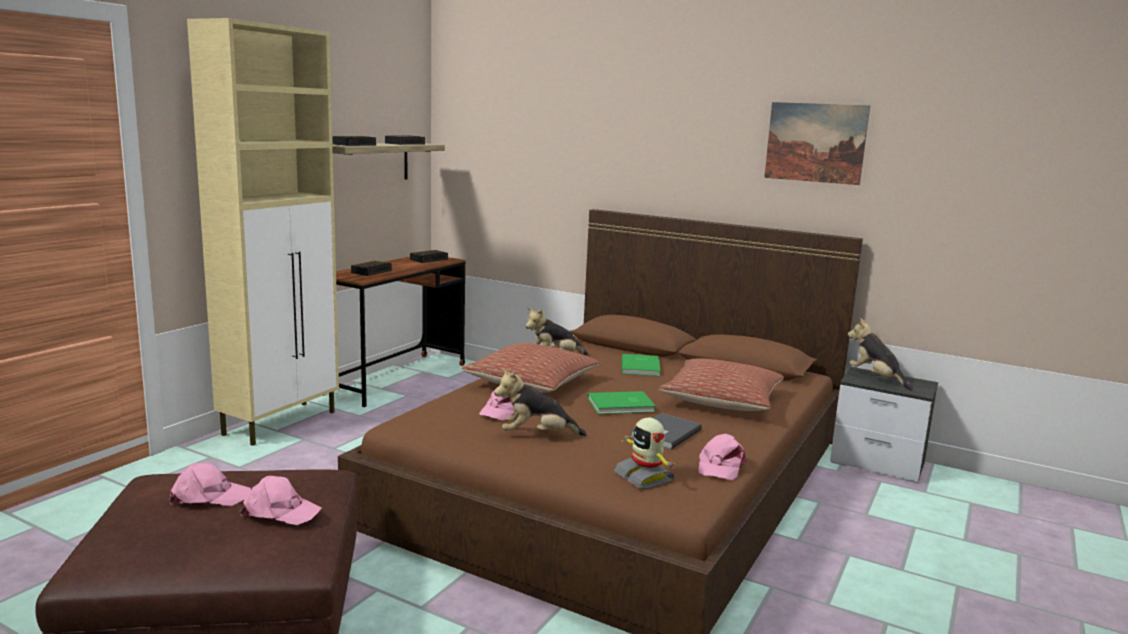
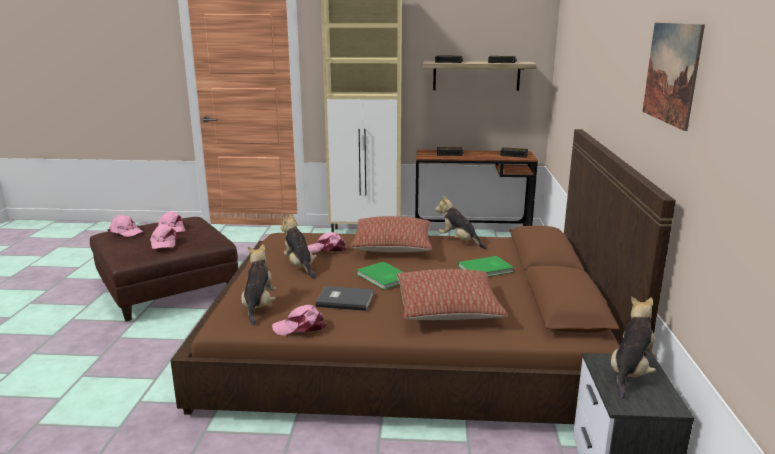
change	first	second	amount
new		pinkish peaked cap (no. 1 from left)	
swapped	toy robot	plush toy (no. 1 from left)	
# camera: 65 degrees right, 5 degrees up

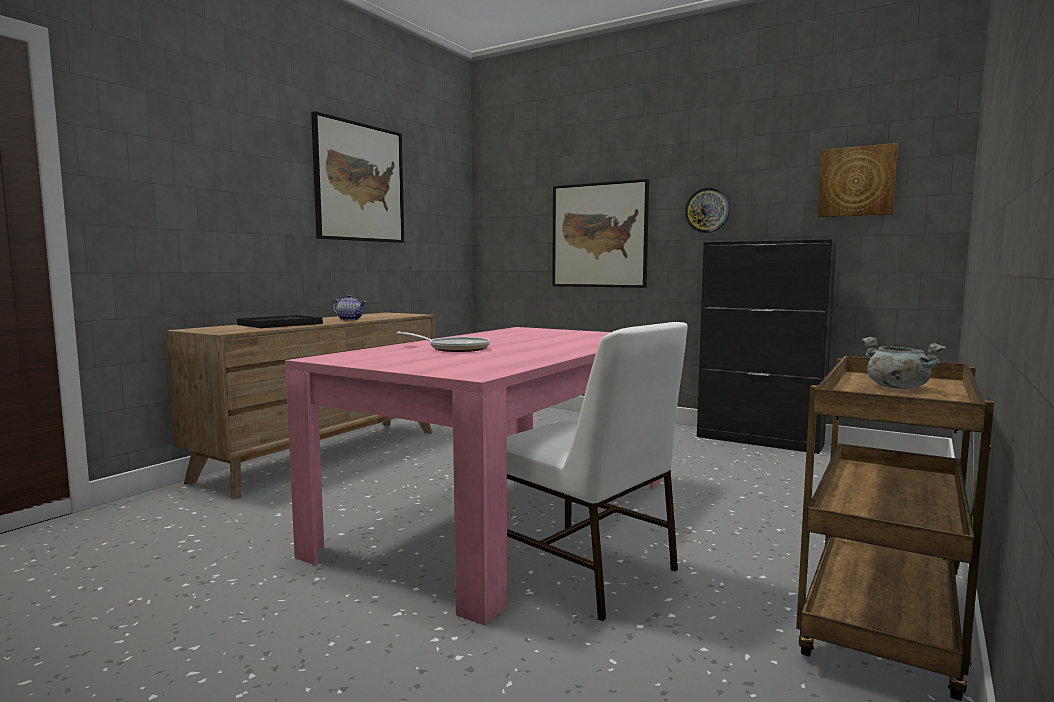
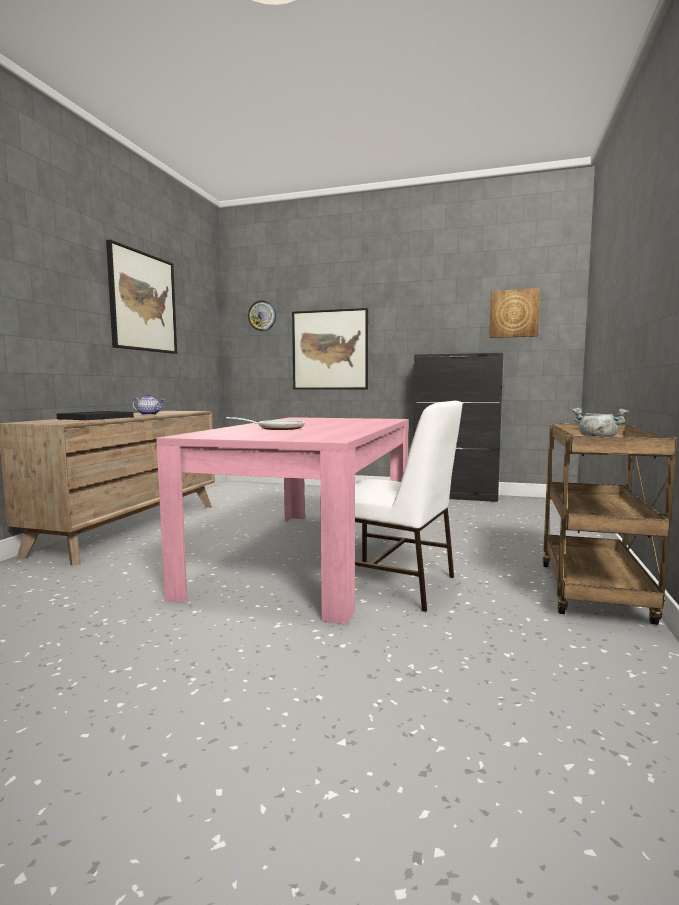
change	first	second	amount
shifted	clock on the wall		
# camera: 15 degrees left, 0 degrees up

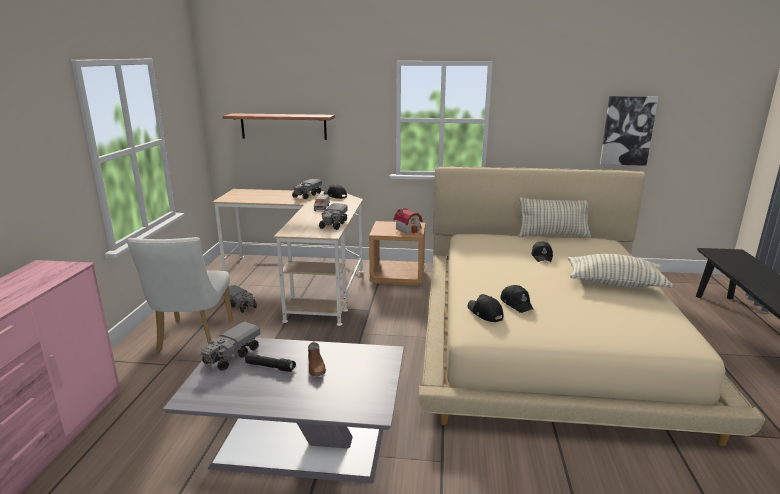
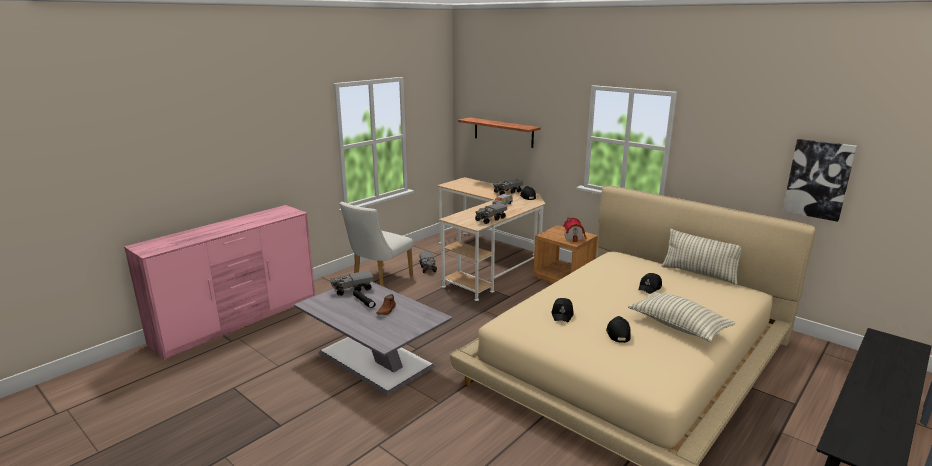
change	first	second	amount
shifted	black-coloured peaked cap (no. 2 from left in the first image)	black-coloured peaked cap (no. 3 from left)	
# camera: 35 degrees right, 0 degrees up

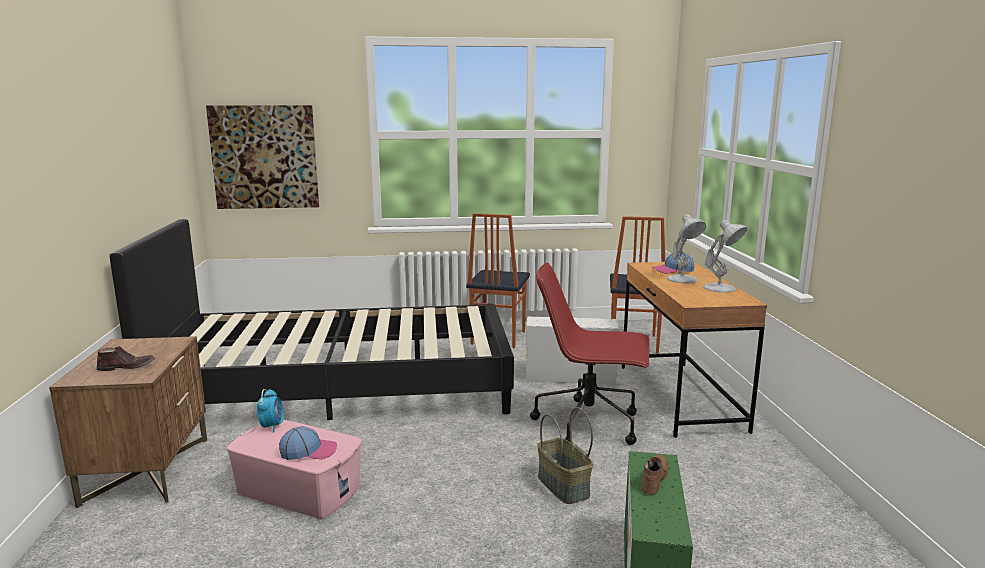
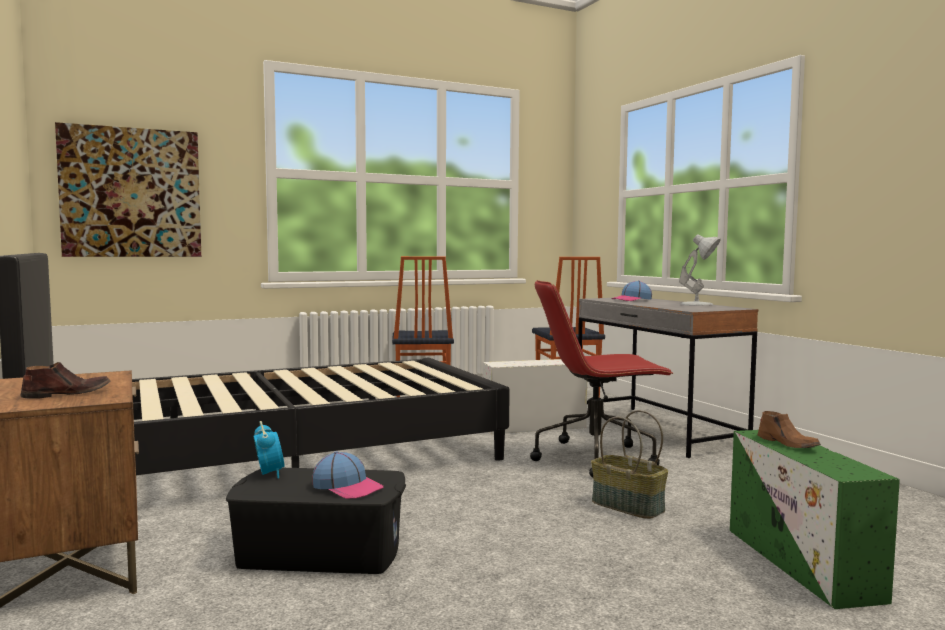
change	first	second	amount
gone	white lamp for a table (no. 1 from left)		
repainted	pinkish storage bin	black-coloured storage bin	
repainted	brownish desk	grey desk	
rotated	peaked cap (no. 1 from left)		60 degrees clockwise
rotated	brownish shoe (no. 2 from left)		150 degrees clockwise
# camera: 20 degrees left, 10 degrees down

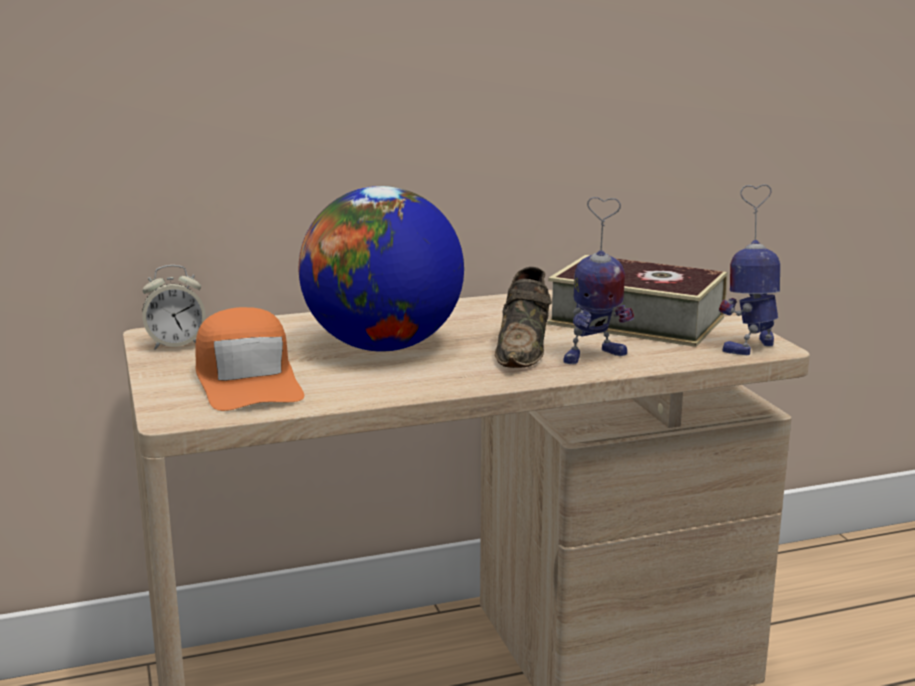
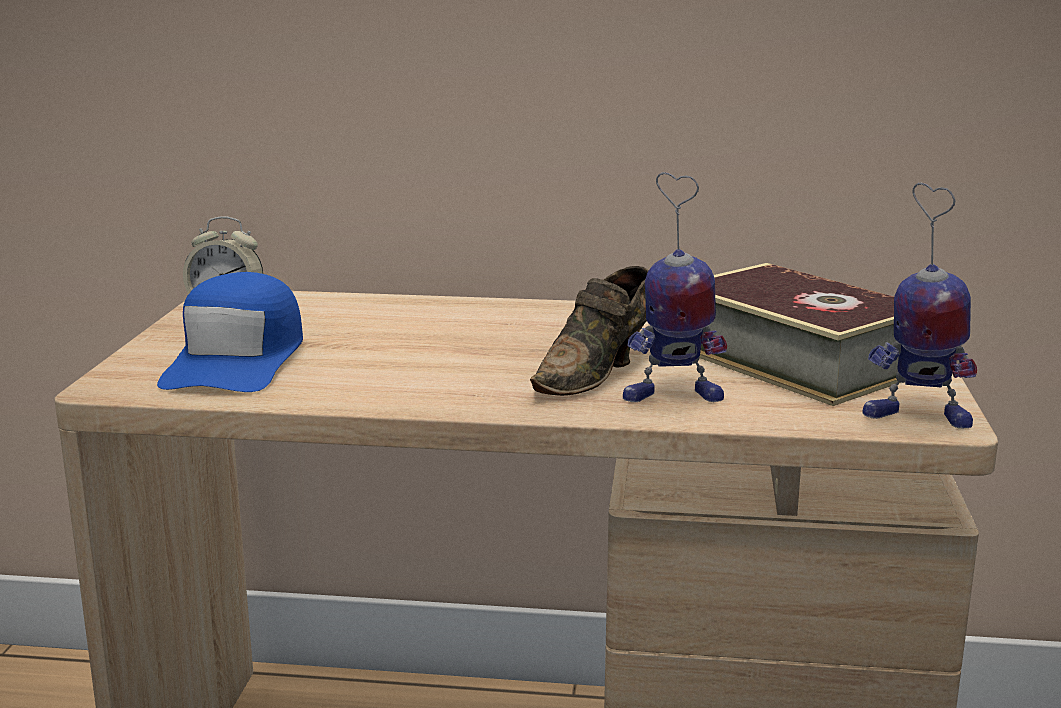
change	first	second	amount
gone	world globe		
repainted	orange-coloured peaked cap	bluish peaked cap	
rotated	toy robot (no. 2 from left)		150 degrees counterclockwise
# camera: 25 degrees right, 0 degrees up

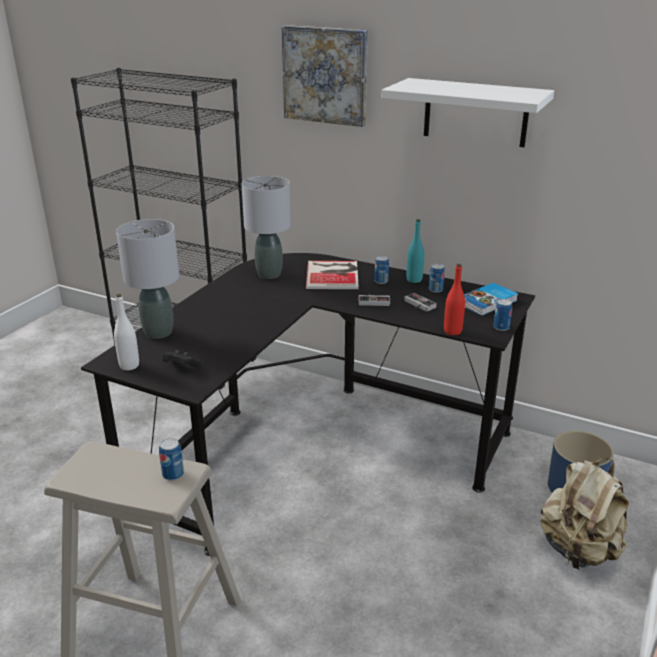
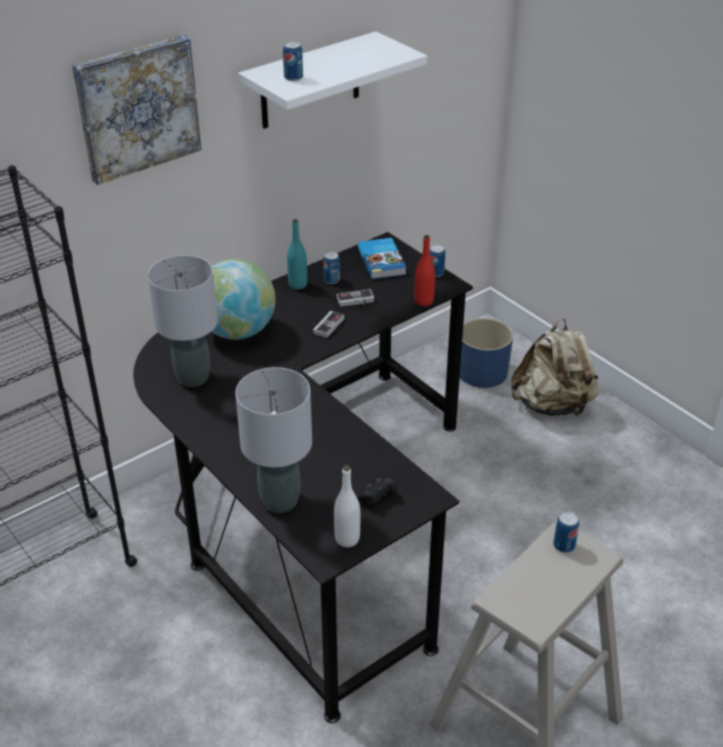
change	first	second	amount
shifted	sealed can (no. 2 from left in the first image)	sealed can (no. 1 from left)	
swapped	bound book (no. 1 from left)	world globe	
# camera: 65 degrees left, 10 degrees up

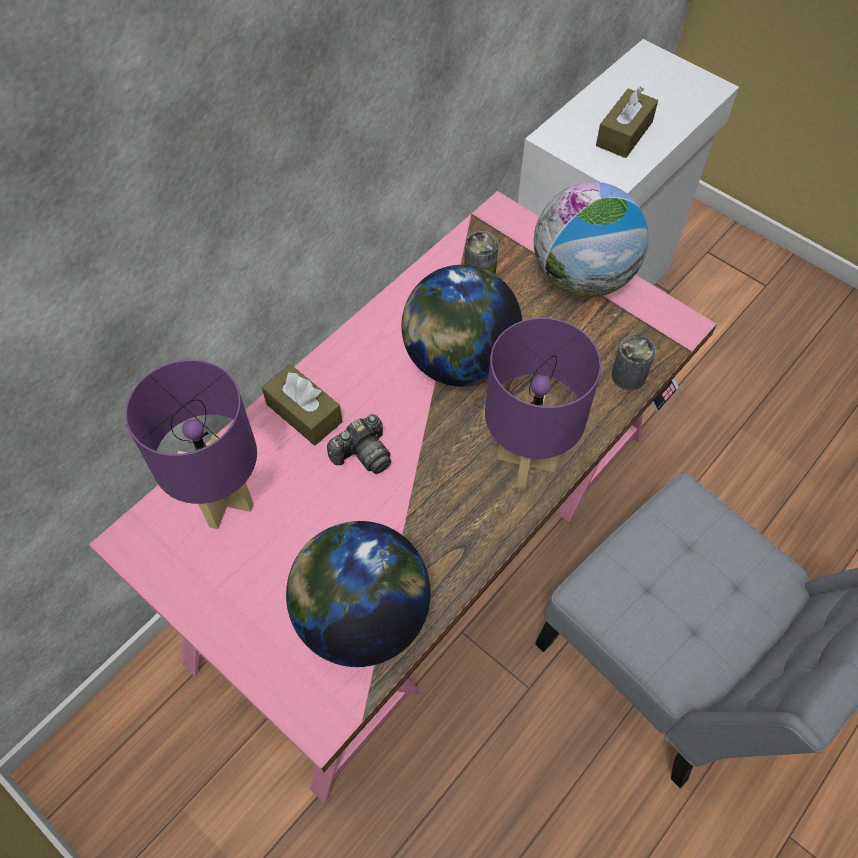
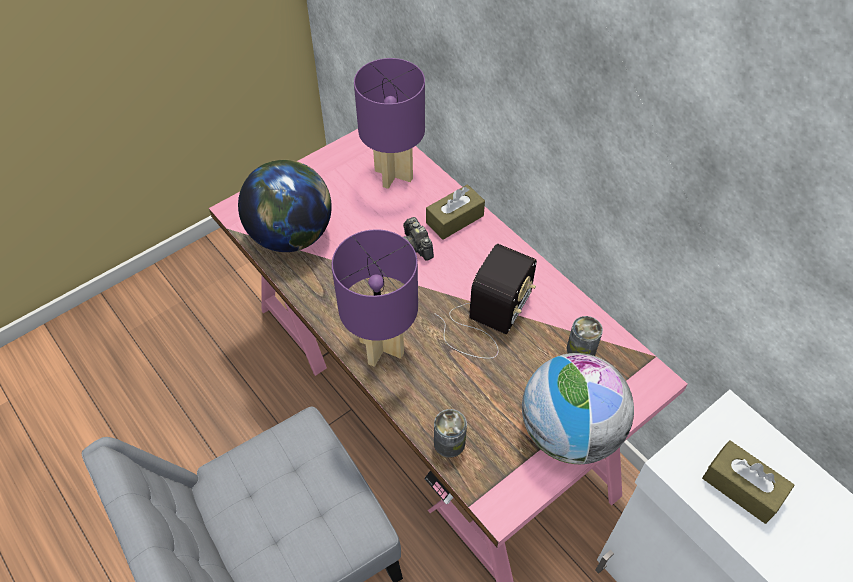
change	first	second	amount
swapped	world globe (no. 2 from left)	radio	
# camera: 100 degrees right, 5 degrees down

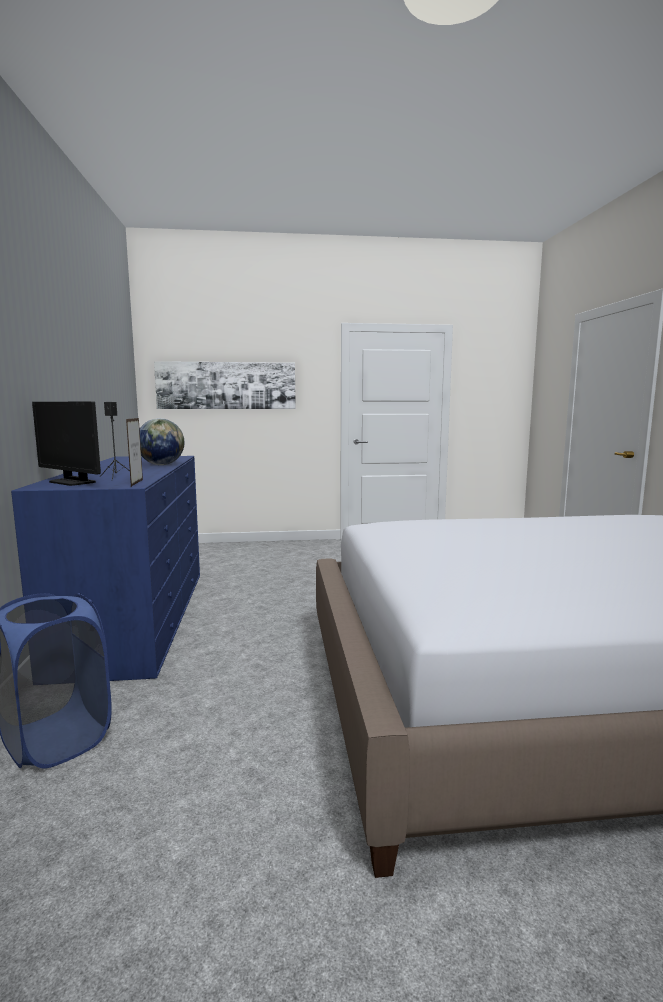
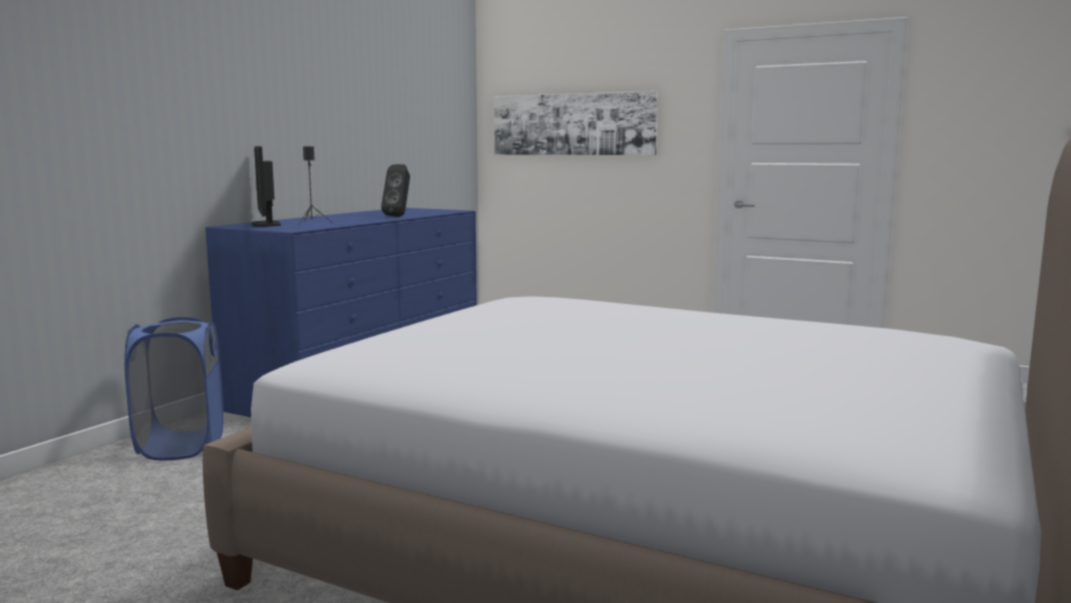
change	first	second	amount
gone	standing frame		
swapped	world globe	black-coloured loudspeaker (no. 2 from left)	
# camera: 35 degrees right, 0 degrees up

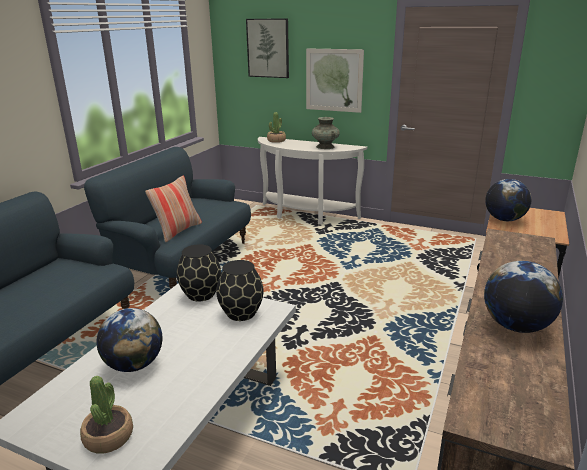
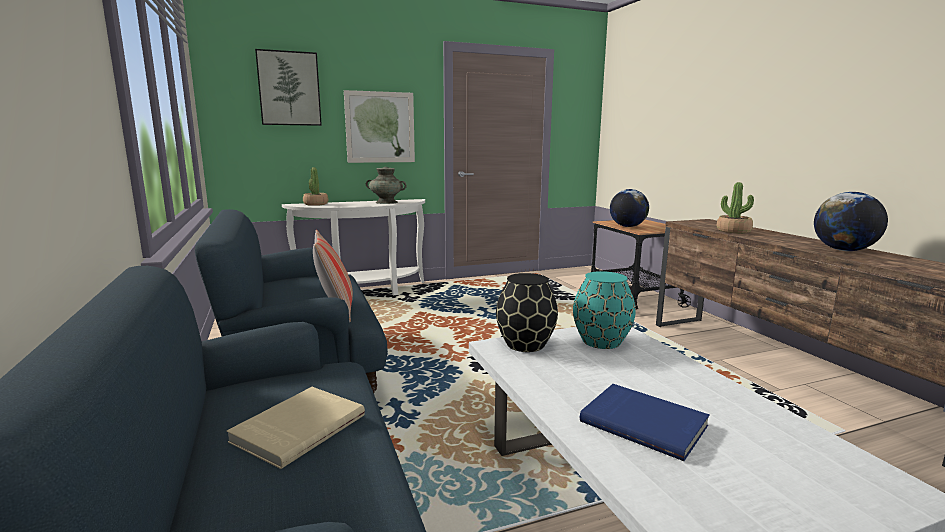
change	first	second	amount
new		beige-coloured bound book	
shifted	houseplant (no. 1 from left in the first image)	houseplant (no. 2 from left)	
swapped	world globe (no. 1 from left)	bluish bound book	
repainted	black-coloured decorative vase (no. 2 from left)	turquoise decorative vase (no. 2 from left)	
# camera: 45 degrees left, 10 degrees down

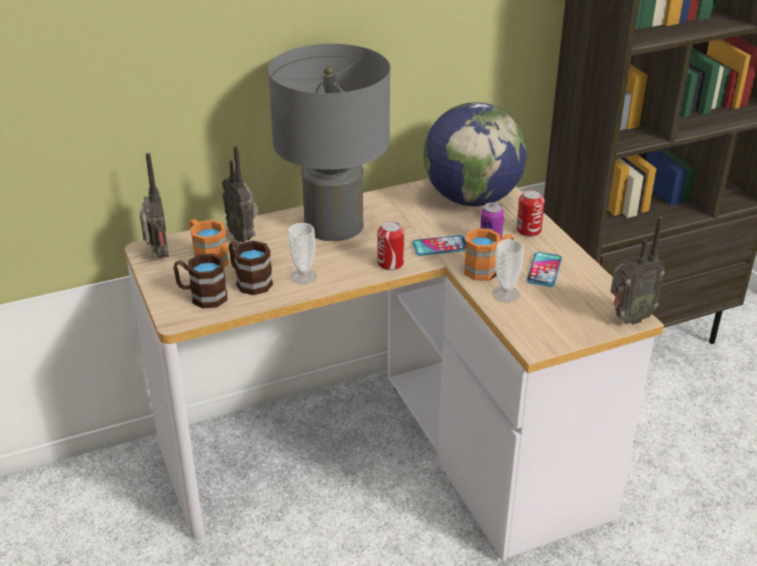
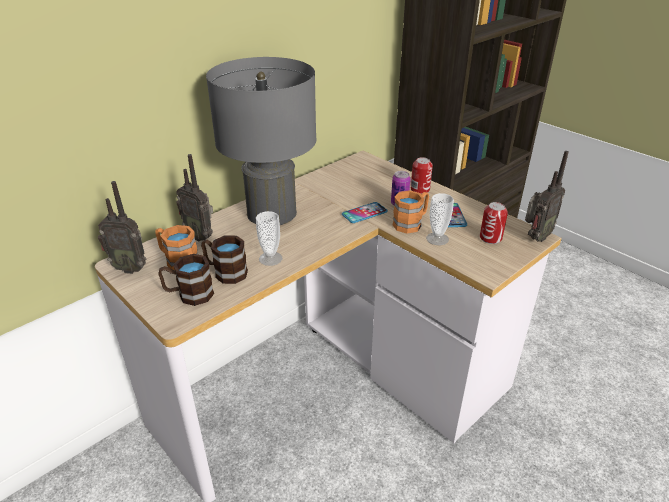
change	first	second	amount
gone	world globe		
shifted	sealed can (no. 1 from left in the first image)	sealed can (no. 3 from left)	
rotated	radio (no. 1 from left)		135 degrees clockwise
# camera: 20 degrees left, 0 degrees up

